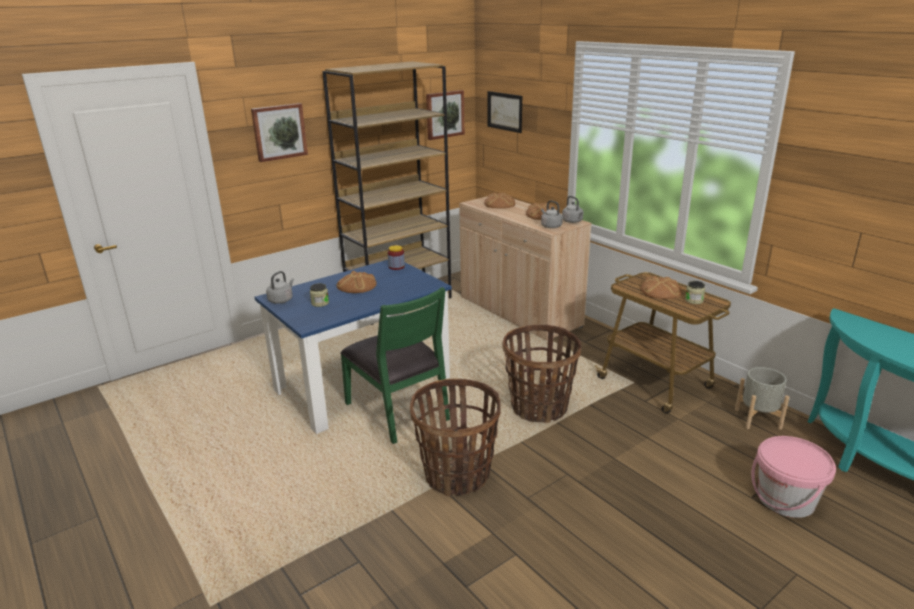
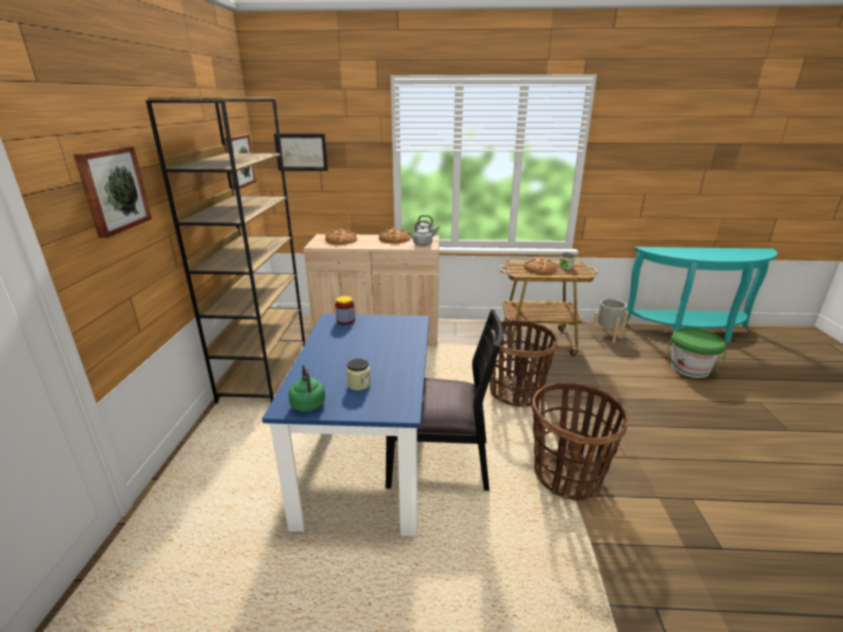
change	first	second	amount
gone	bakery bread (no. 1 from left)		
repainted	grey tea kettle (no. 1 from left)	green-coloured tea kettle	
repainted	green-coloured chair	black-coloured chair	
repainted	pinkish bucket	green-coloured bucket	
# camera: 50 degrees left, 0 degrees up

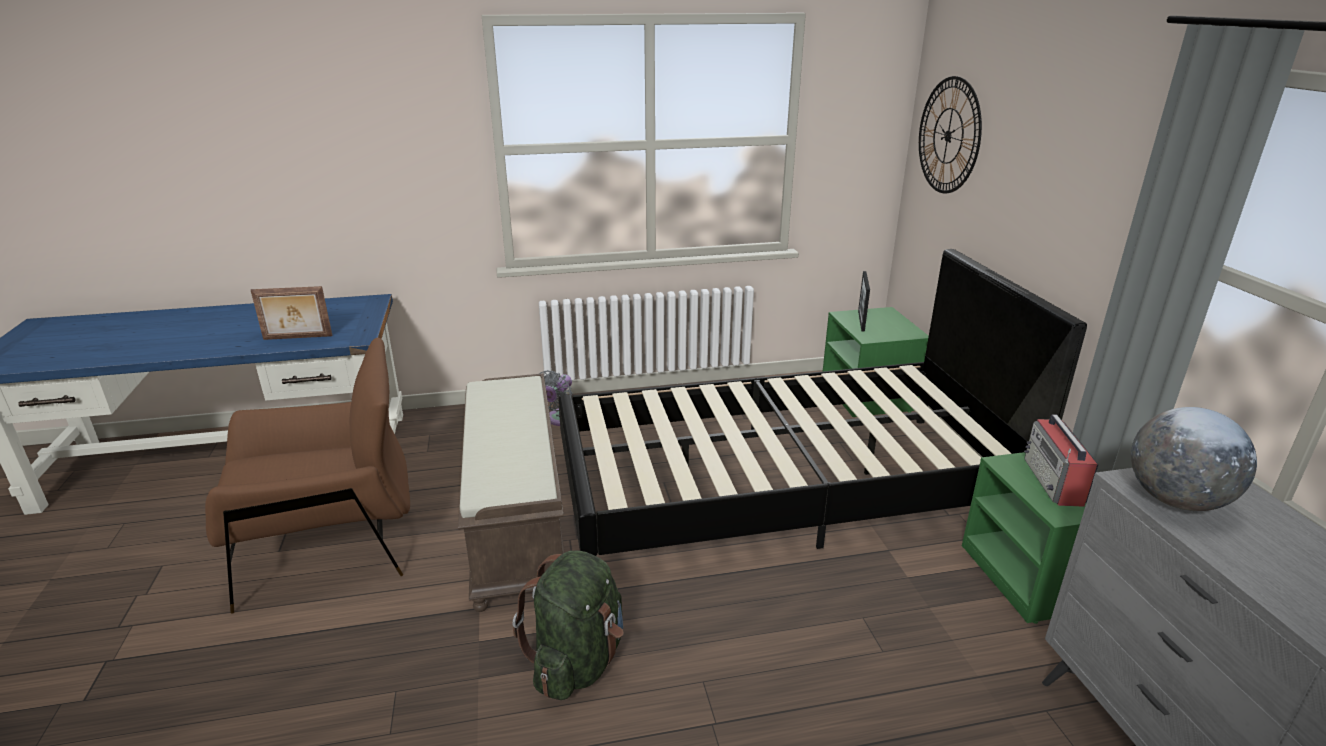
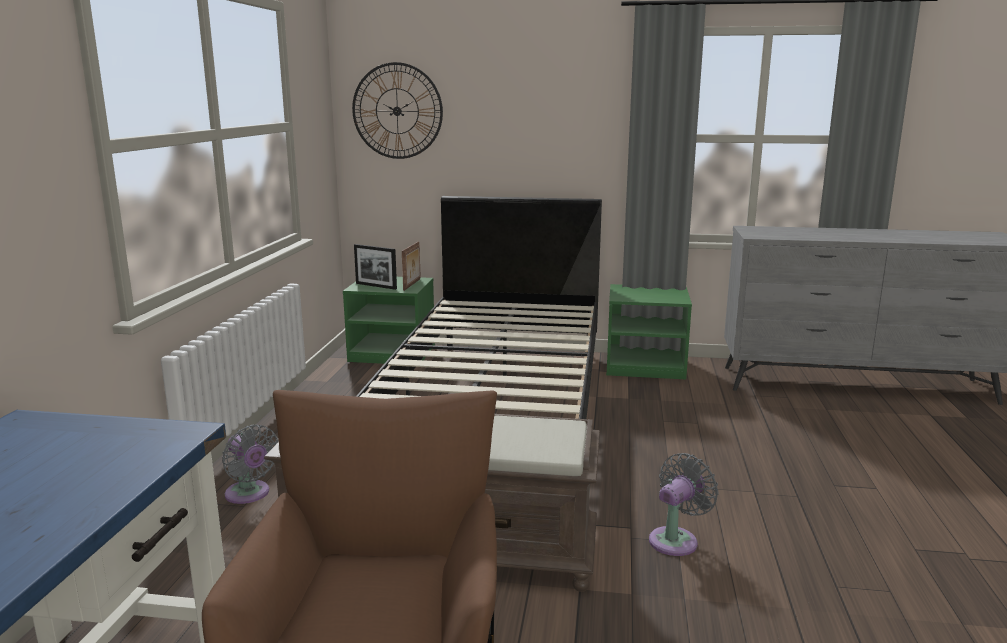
change	first	second	amount
gone	radio		
gone	world globe		
shifted	standing frame (no. 1 from left in the first image)	standing frame (no. 2 from left)	
swapped	green-coloured backpack	grey cooling fan (no. 2 from left)	
# camera: 70 degrees left, 10 degrees down

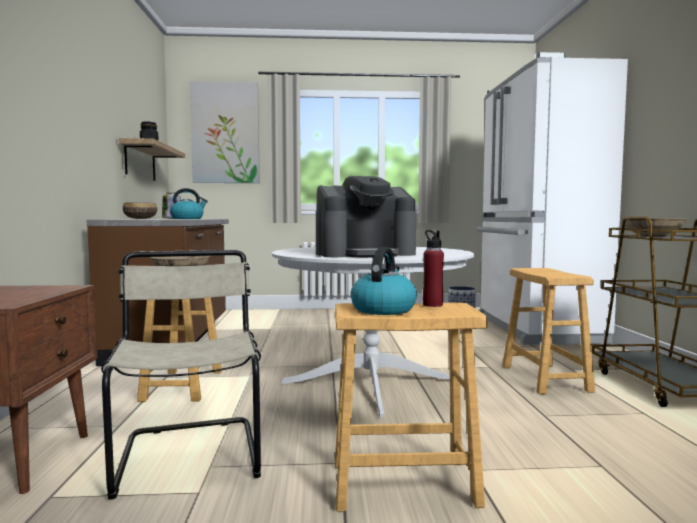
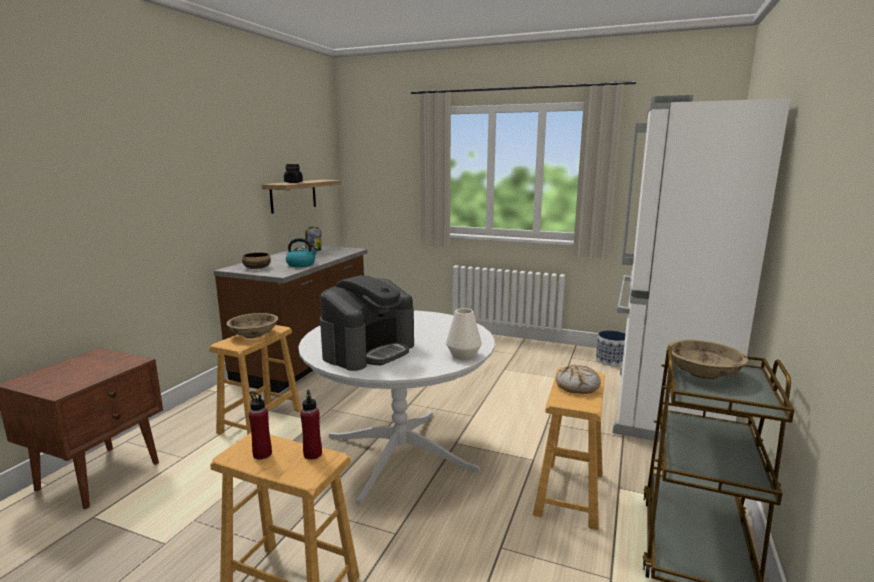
change	first	second	amount
gone	beige-coloured chair		
gone	wall art		
new		white decorative vase	
new		bakery bread	
swapped	tea kettle (no. 2 from left)	reddish bottle (no. 1 from left)	
rotated	coffee maker		60 degrees counterclockwise
# camera: 25 degrees right, 10 degrees up

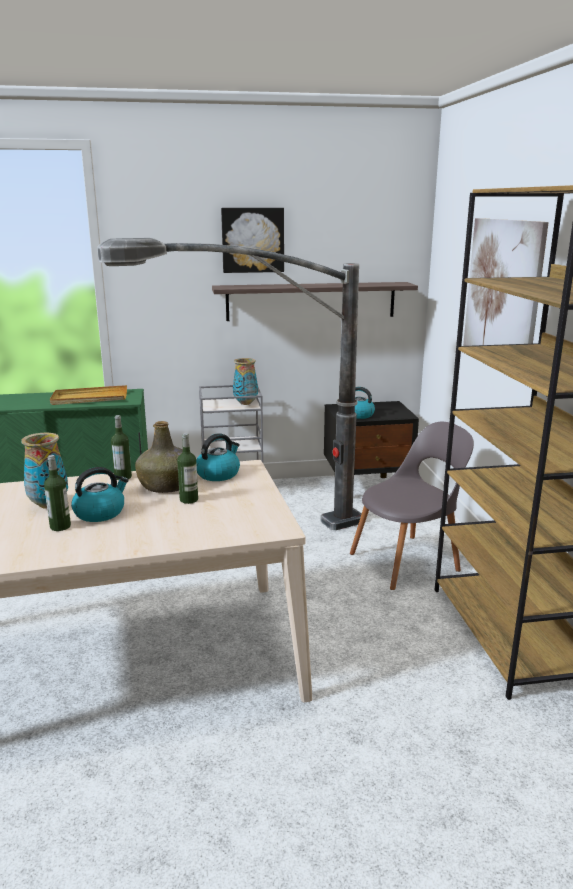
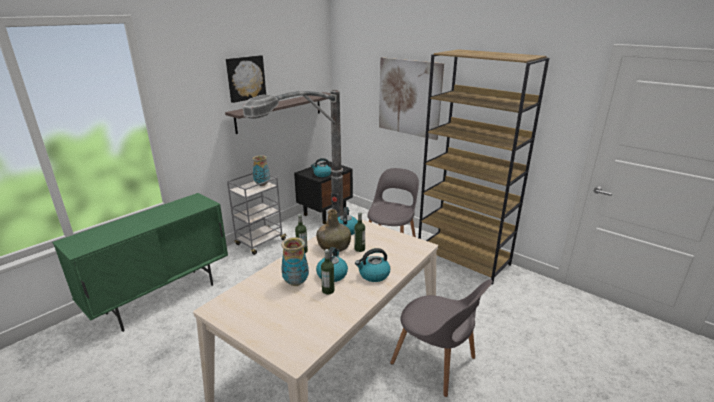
change	first	second	amount
gone	beige-coloured tray		
new		tea kettle (no. 4 from left)	
new		grey chair (no. 2 from left)	
# camera: 40 degrees left, 5 degrees up

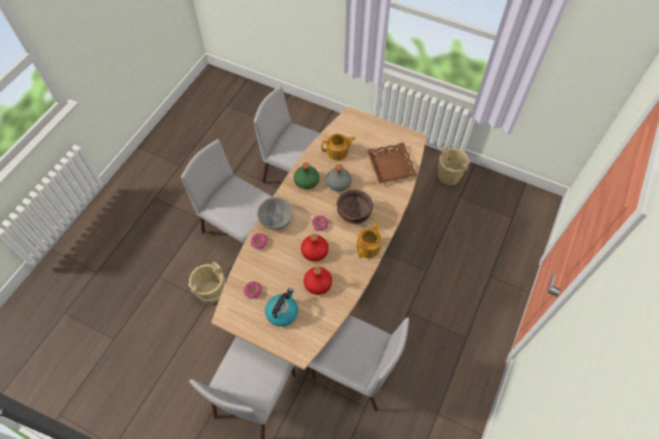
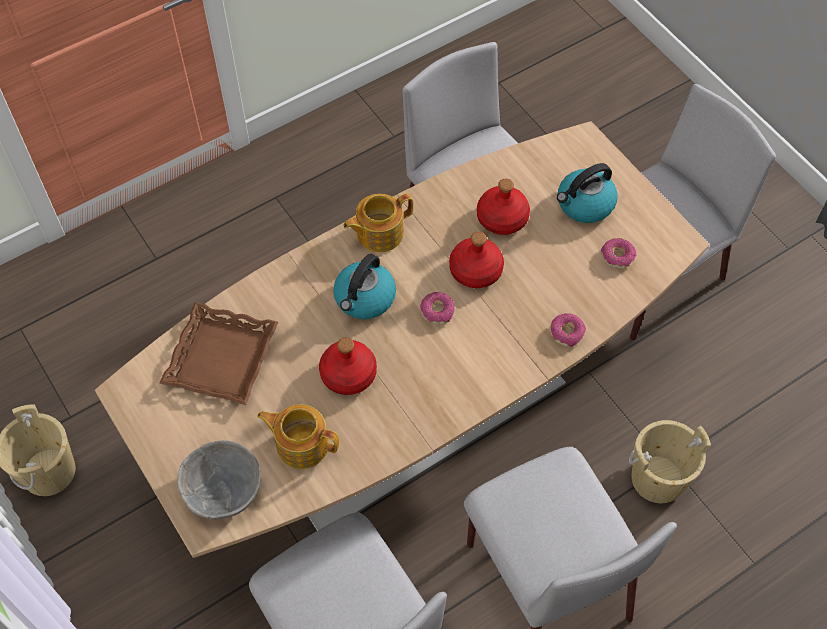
change	first	second	amount
gone	green-coloured bottle		
shifted	grey deep dish		
swapped	brownish deep dish	tea kettle (no. 1 from left)	
repainted	grey bottle	reddish bottle (no. 1 from left)	
# camera: 150 degrees left, 0 degrees up

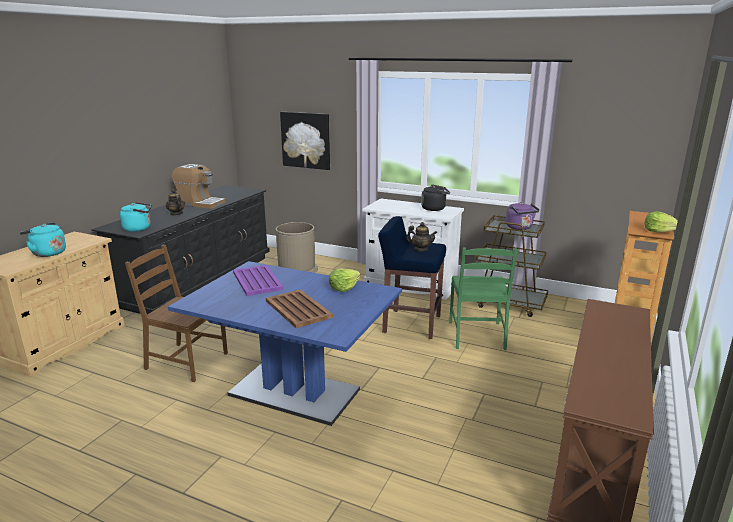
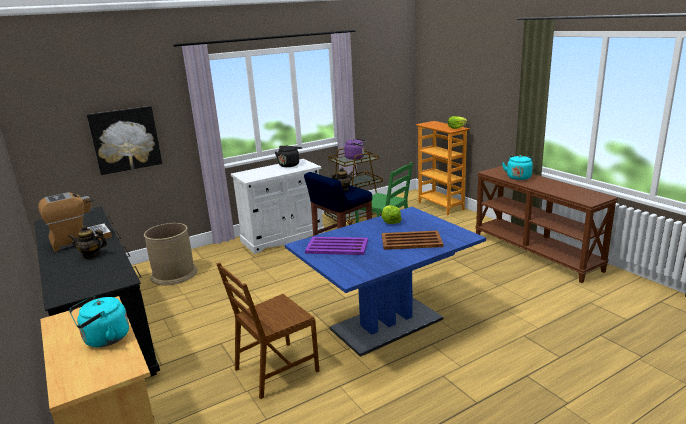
change	first	second	amount
shifted	turquoise tea kettle (no. 2 from left)		
# camera: 55 degrees left, 0 degrees up

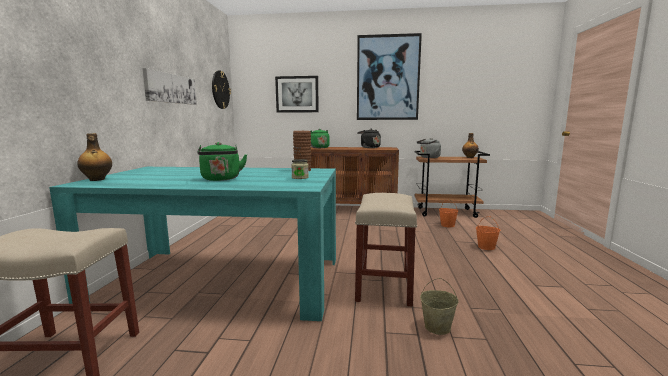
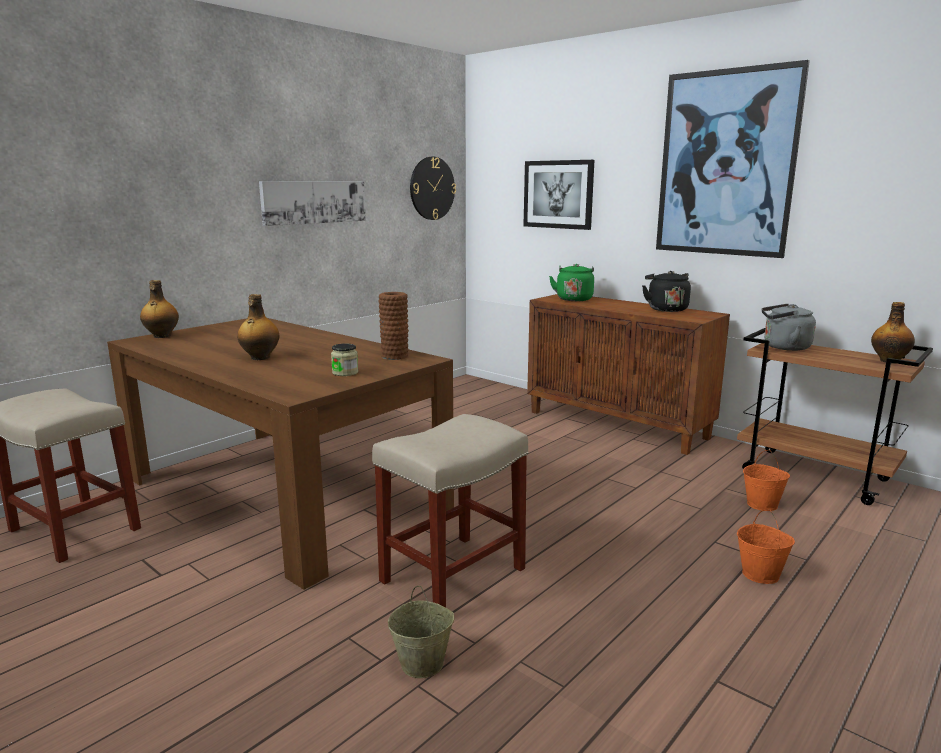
change	first	second	amount
swapped	green-coloured tea kettle (no. 1 from left)	bottle (no. 2 from left)	
repainted	turquoise dining table	brownish dining table	
# camera: 35 degrees right, 5 degrees up

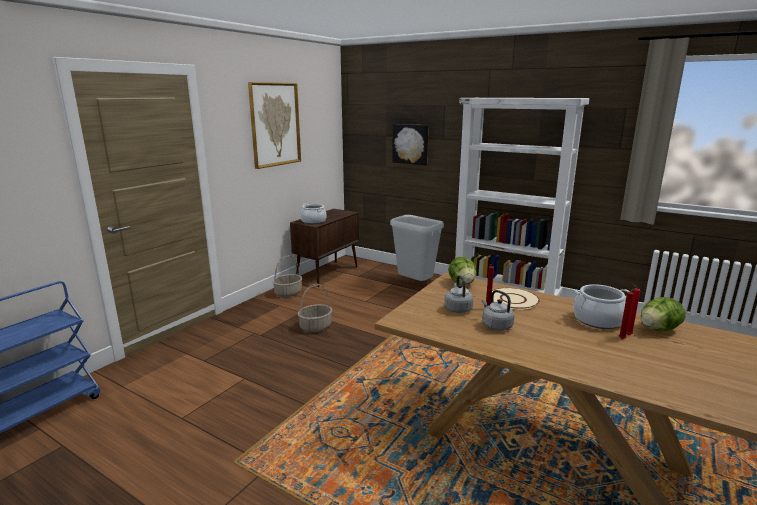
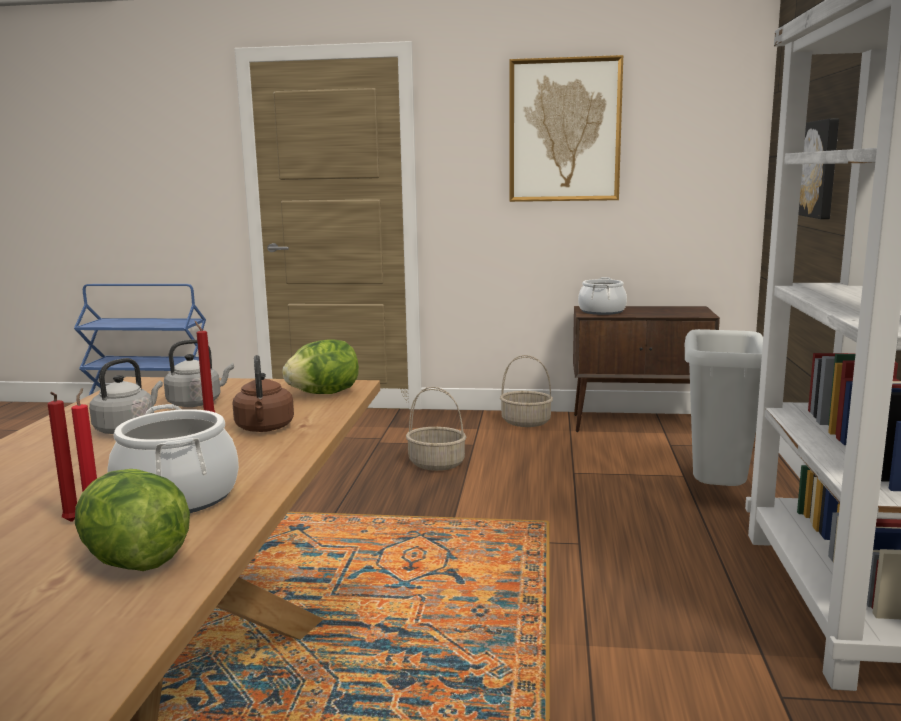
change	first	second	amount
swapped	beige-coloured flat dish	brownish tea kettle	
# camera: 65 degrees right, 5 degrees down

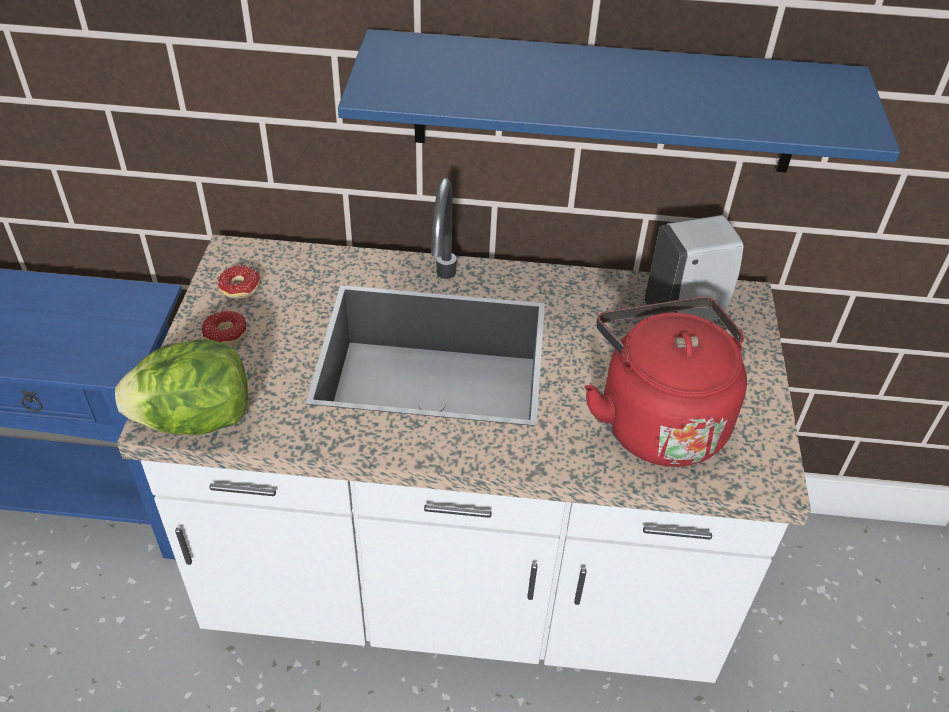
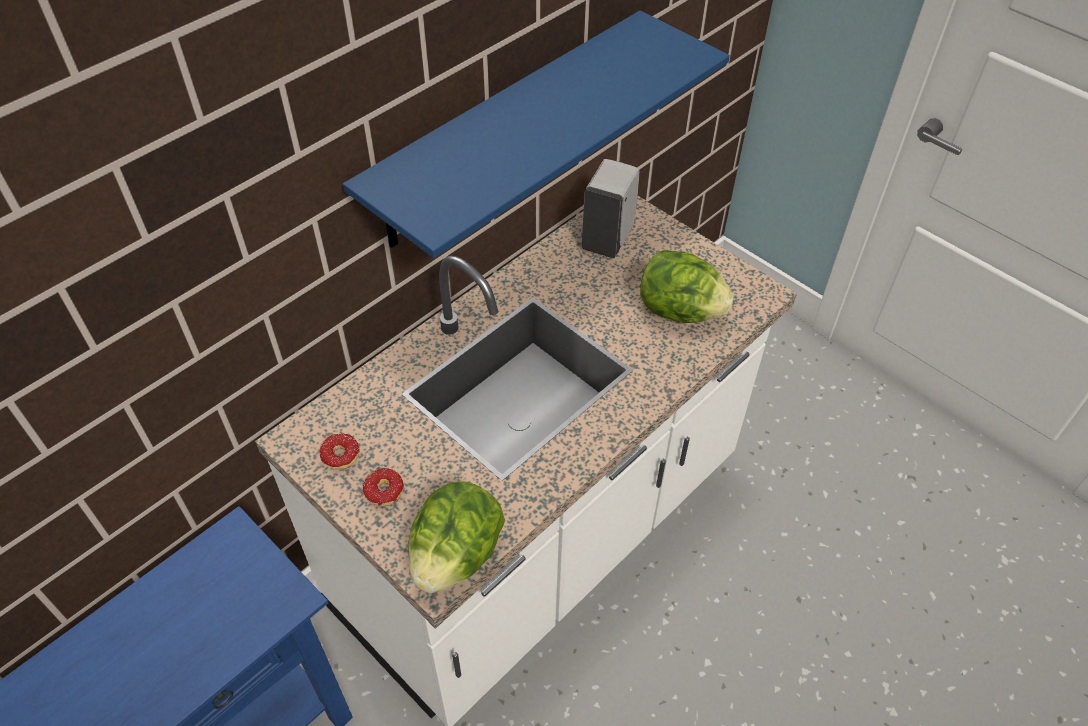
change	first	second	amount
swapped	reddish tea kettle	lettuce (no. 2 from left)	
# camera: 50 degrees left, 5 degrees up

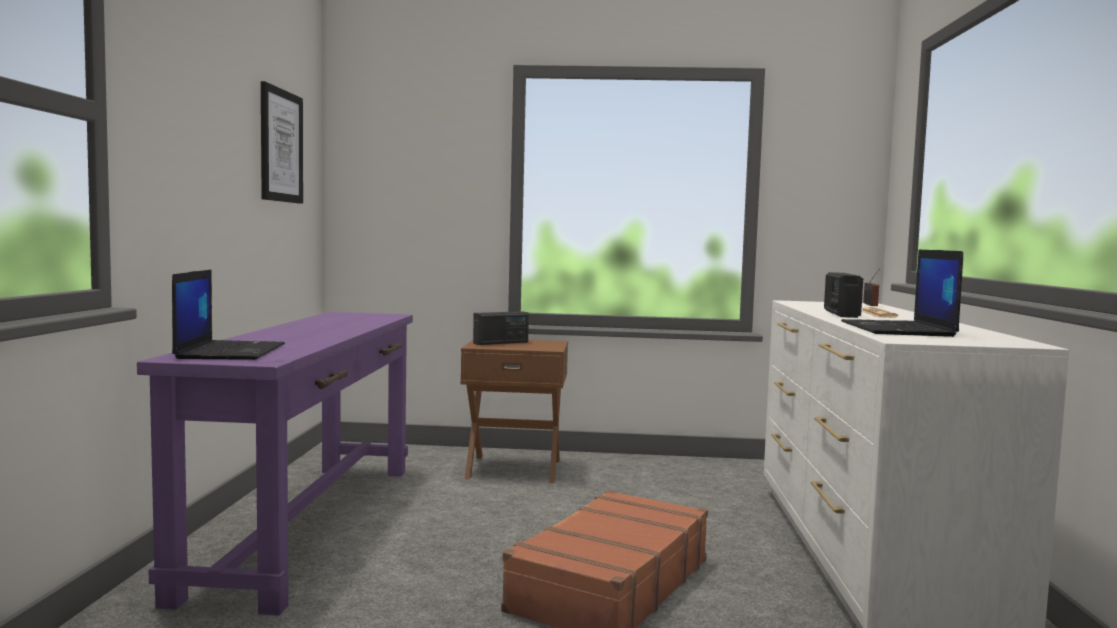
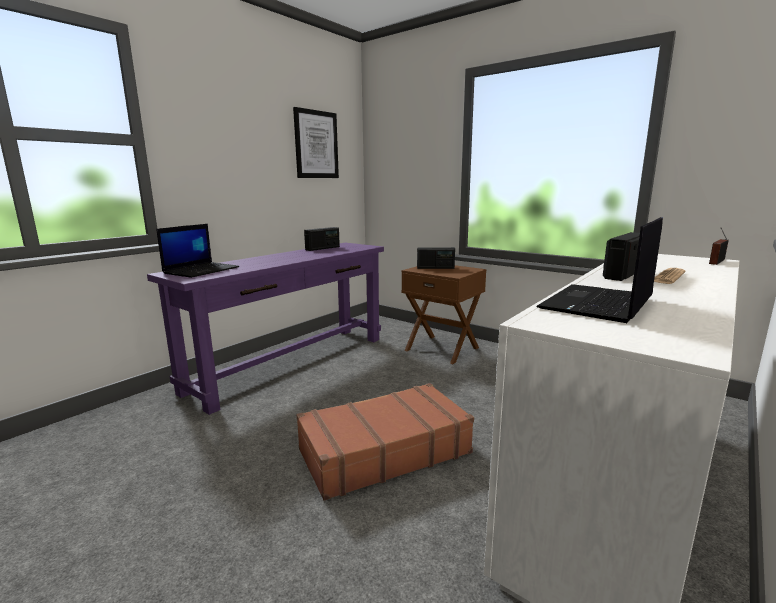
change	first	second	amount
new		radio (no. 1 from left)	
# camera: 35 degrees right, 10 degrees up

